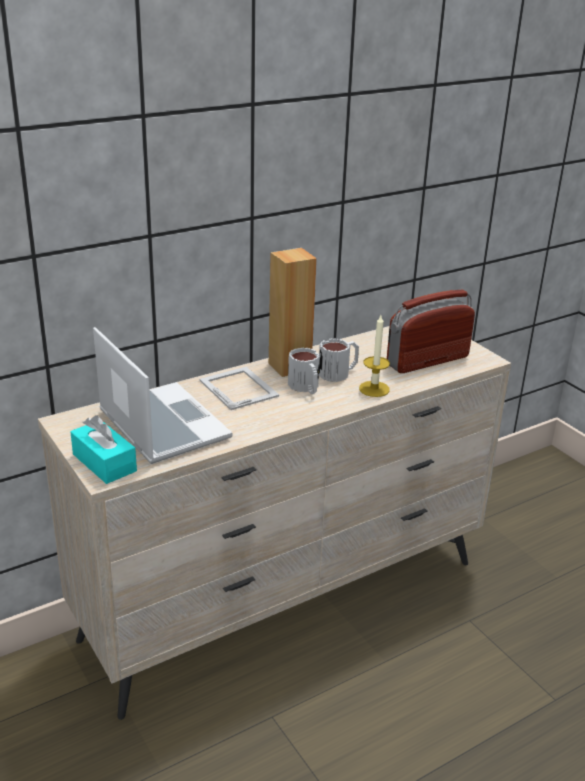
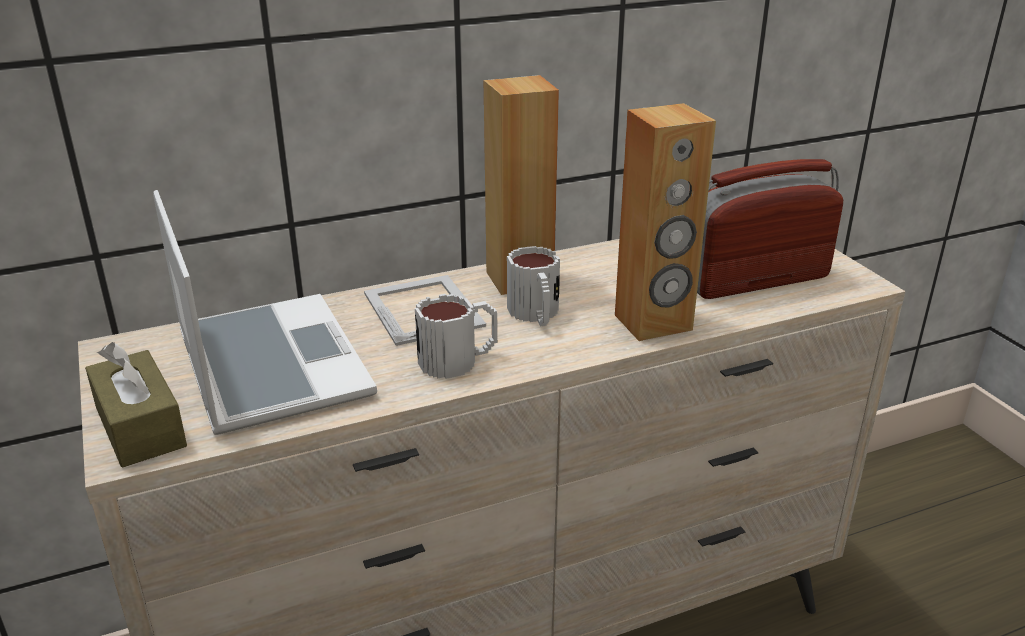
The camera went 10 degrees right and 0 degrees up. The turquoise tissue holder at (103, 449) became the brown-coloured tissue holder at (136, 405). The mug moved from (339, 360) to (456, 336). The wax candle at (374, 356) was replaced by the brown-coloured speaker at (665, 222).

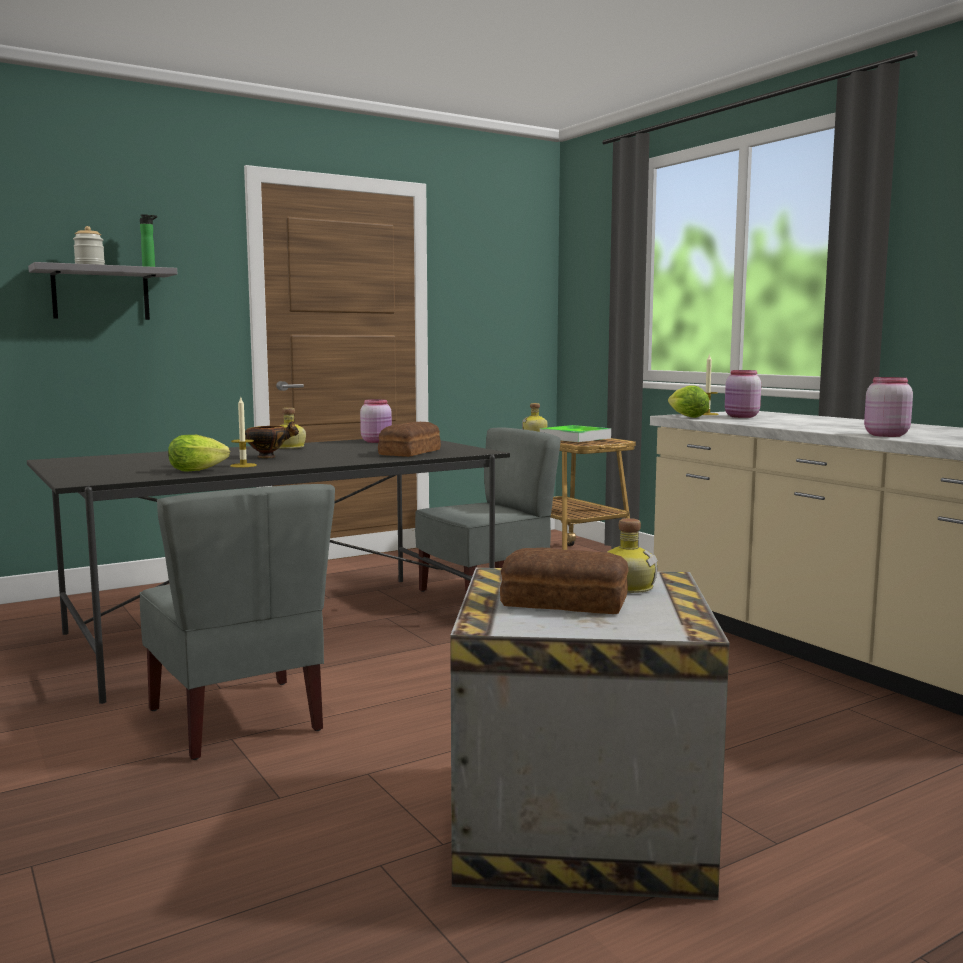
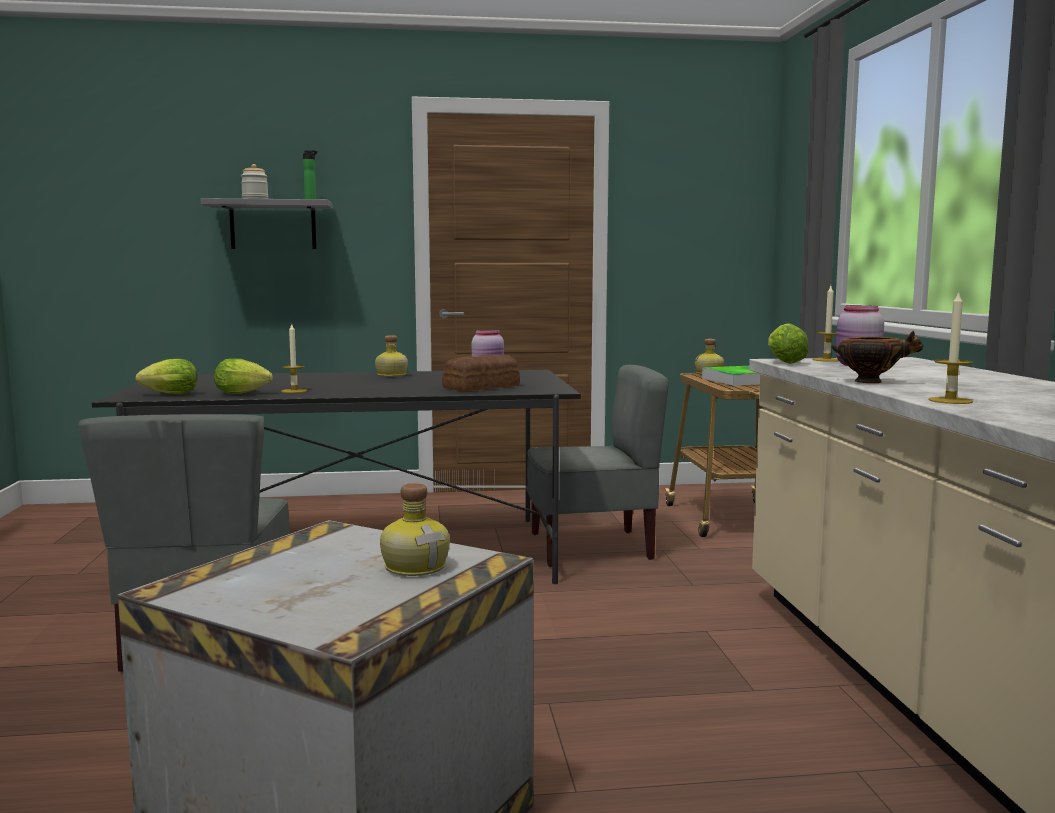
The camera went 25 degrees right and 0 degrees up. The lettuce at (166, 376) appeared. The deep dish moved from (272, 439) to (877, 357). The pink-coloured jar at (888, 407) was replaced by the wax candle at (950, 347). The baked bread at (564, 581) disappeared.

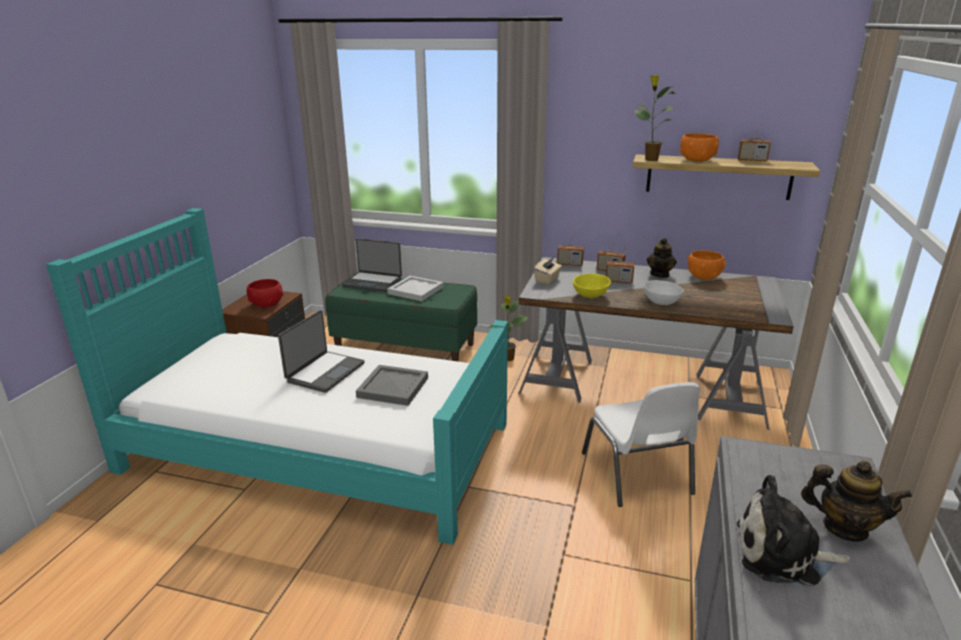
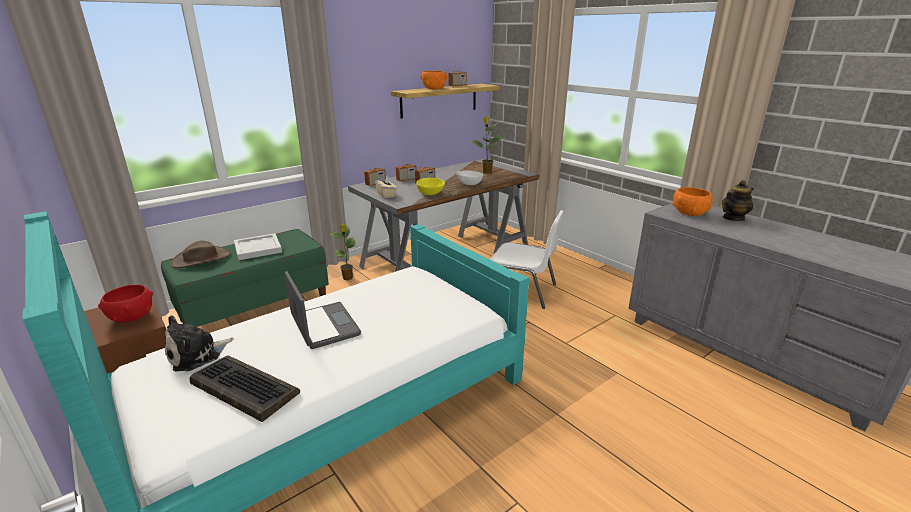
The camera went 55 degrees left and 0 degrees up. The plush toy moved from (793, 530) to (199, 343). The notebook computer at (372, 265) was replaced by the brown-coloured wearable hat at (200, 254). The keyboard at (244, 388) appeared. The potted plant moved from (655, 118) to (486, 145). The orangey deep dish moved from (707, 265) to (692, 201). The gray tray at (392, 385) disappeared. The pot for tea at (662, 258) disappeared.

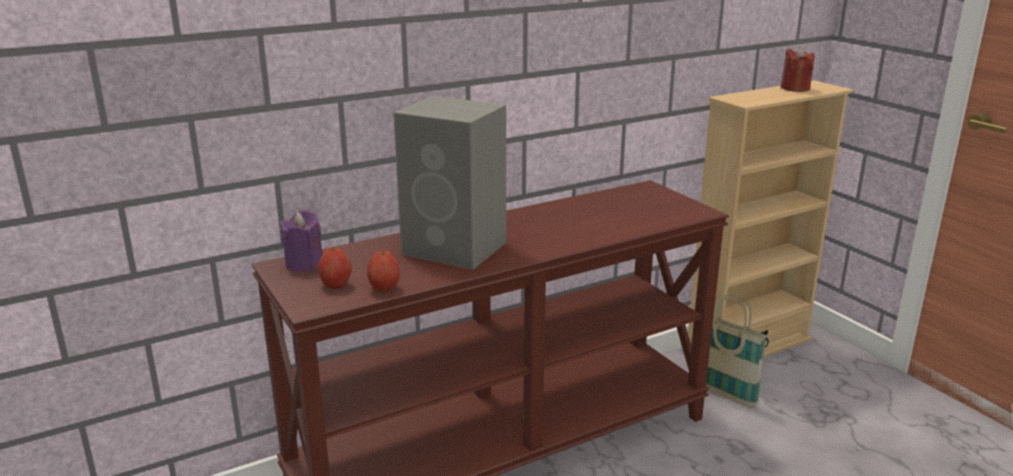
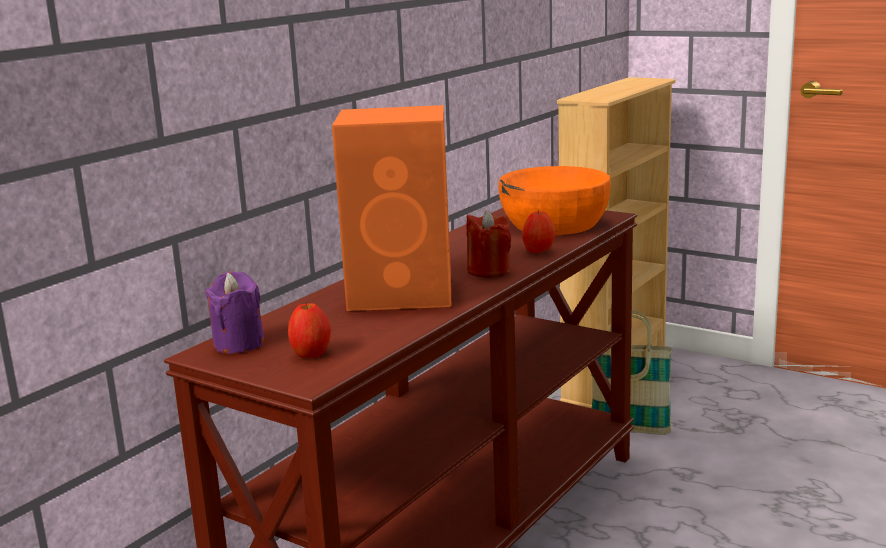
The camera went 25 degrees left and 5 degrees down. The gray speaker at (449, 183) became the orangey speaker at (391, 208). The reddish wax candle moved from (798, 69) to (488, 244). The orangey deep dish at (554, 200) appeared. The apple moved from (383, 270) to (538, 231).

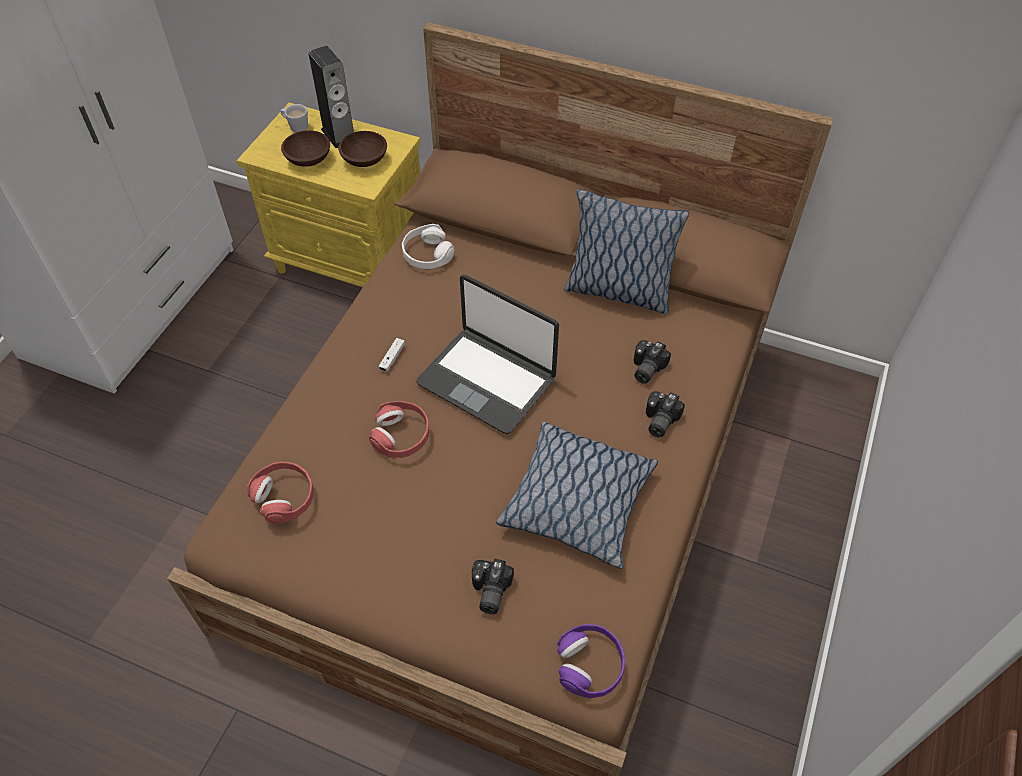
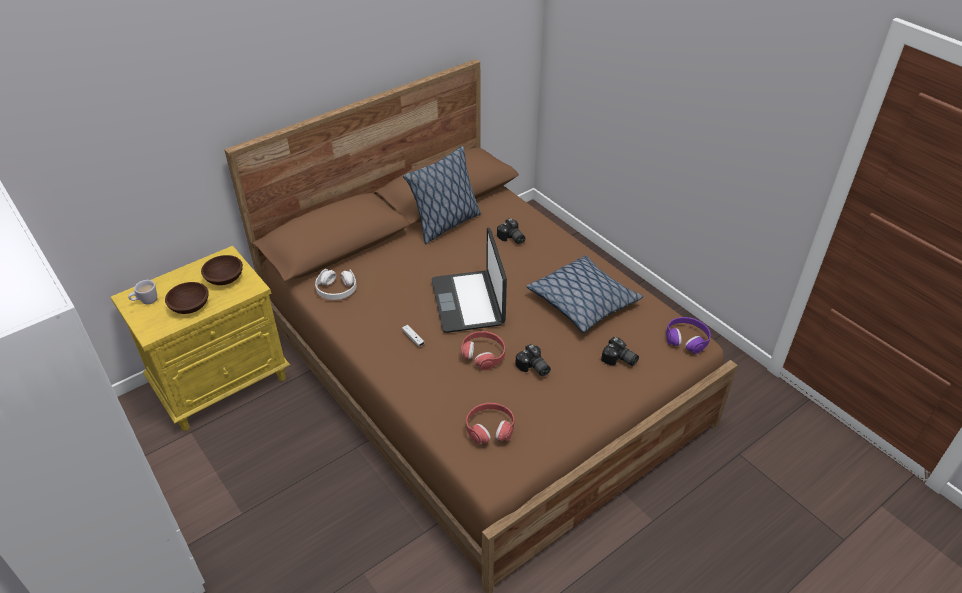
The camera went 60 degrees left and 10 degrees down. The notebook computer at (487, 354) turned 105 degrees clockwise. The photo camera moved from (665, 414) to (533, 360). The speaker at (331, 97) disappeared.

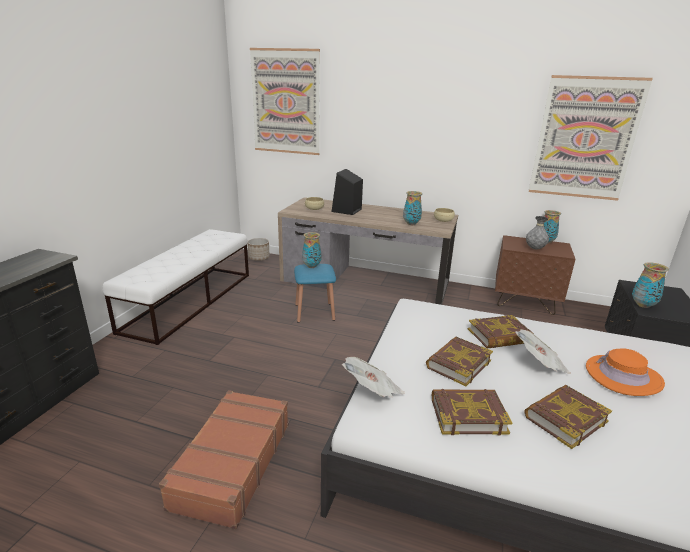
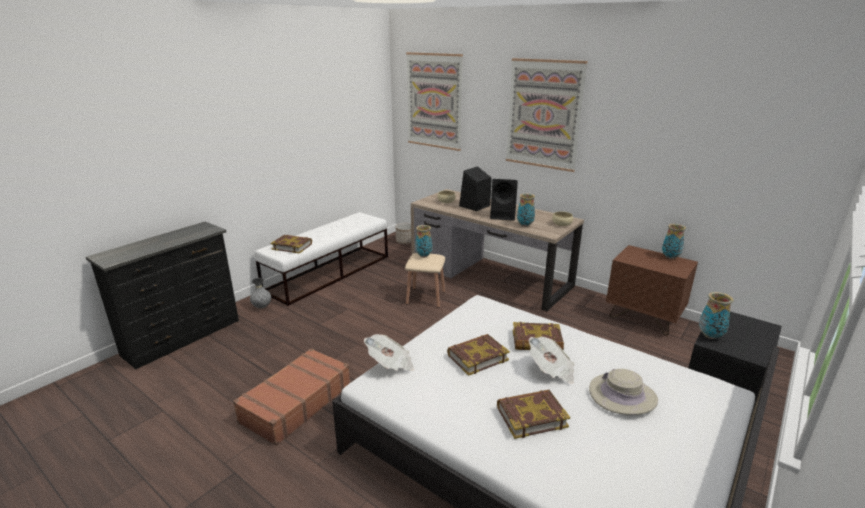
The camera went 20 degrees right and 0 degrees up. The gray flower vase moved from (537, 233) to (260, 293). The bound book moved from (472, 412) to (291, 244). The blue sitting stool at (315, 293) became the sand-coloured sitting stool at (425, 280). The blackish speaker at (504, 200) appeared. The wall art moved from (591, 138) to (547, 115). The orangey wearable hat at (625, 372) became the sand-coloured wearable hat at (623, 392).

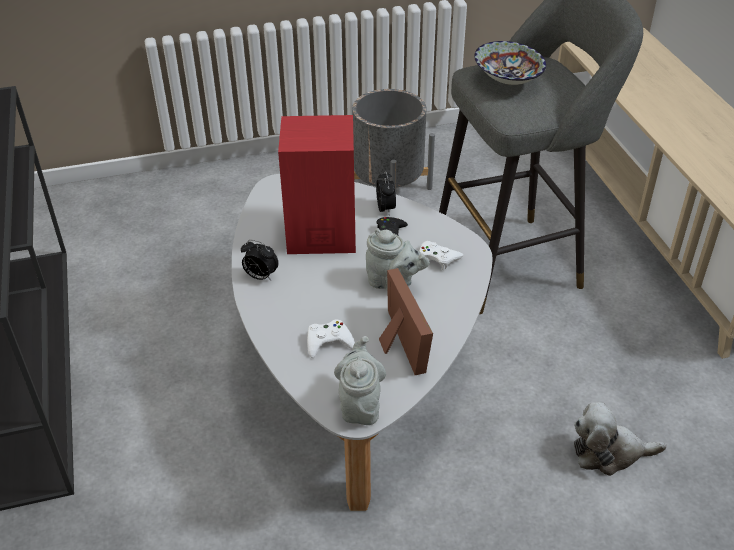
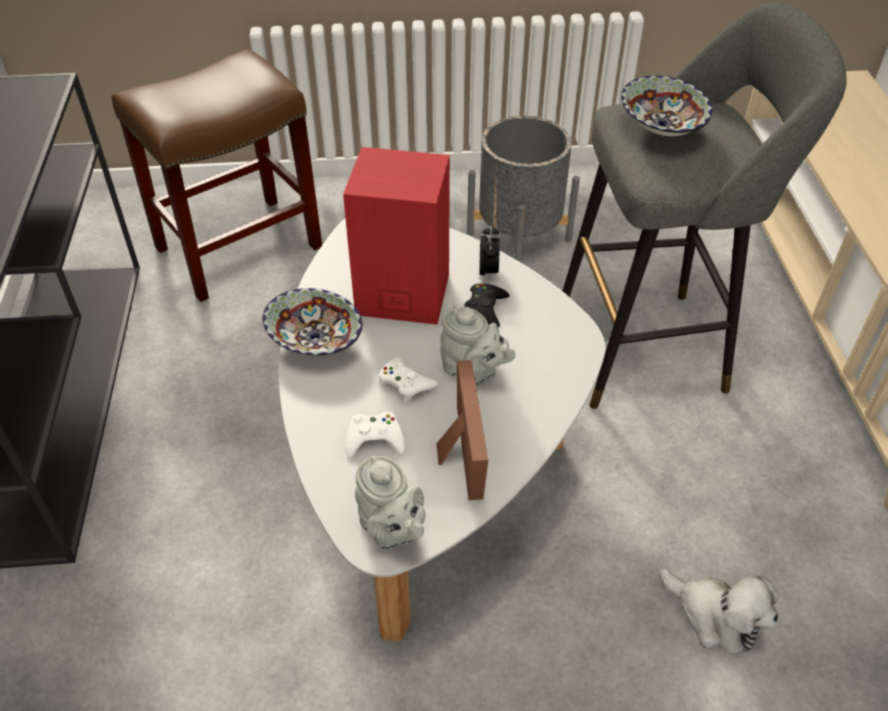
The camera went 10 degrees right and 5 degrees up. The brown-coloured sitting stool at (217, 175) appeared. The bedside clock at (260, 260) was replaced by the deep dish at (312, 321). The gray pot for tea at (360, 380) turned 135 degrees clockwise. The white-coloured gamepad moved from (441, 255) to (408, 379). The plush toy at (620, 439) turned 150 degrees counterclockwise.

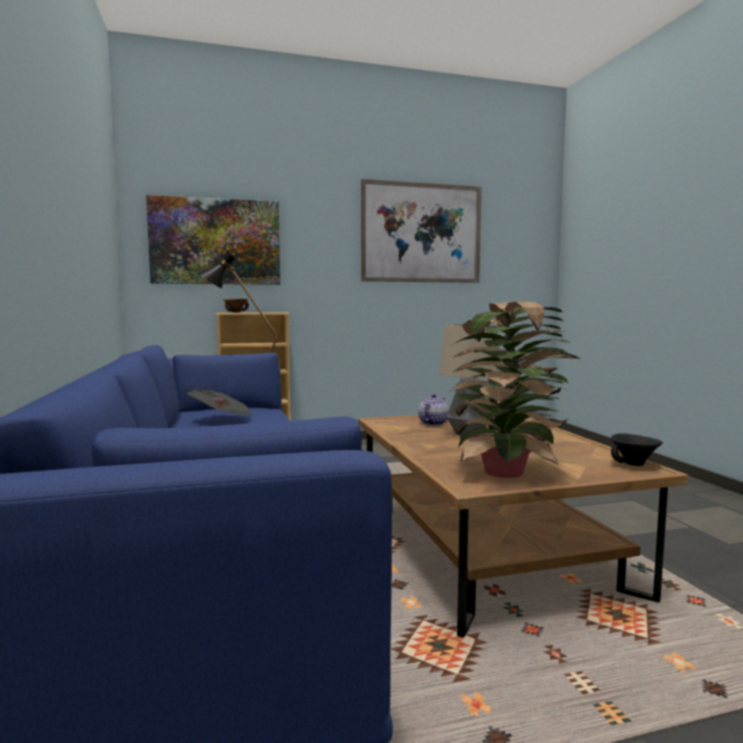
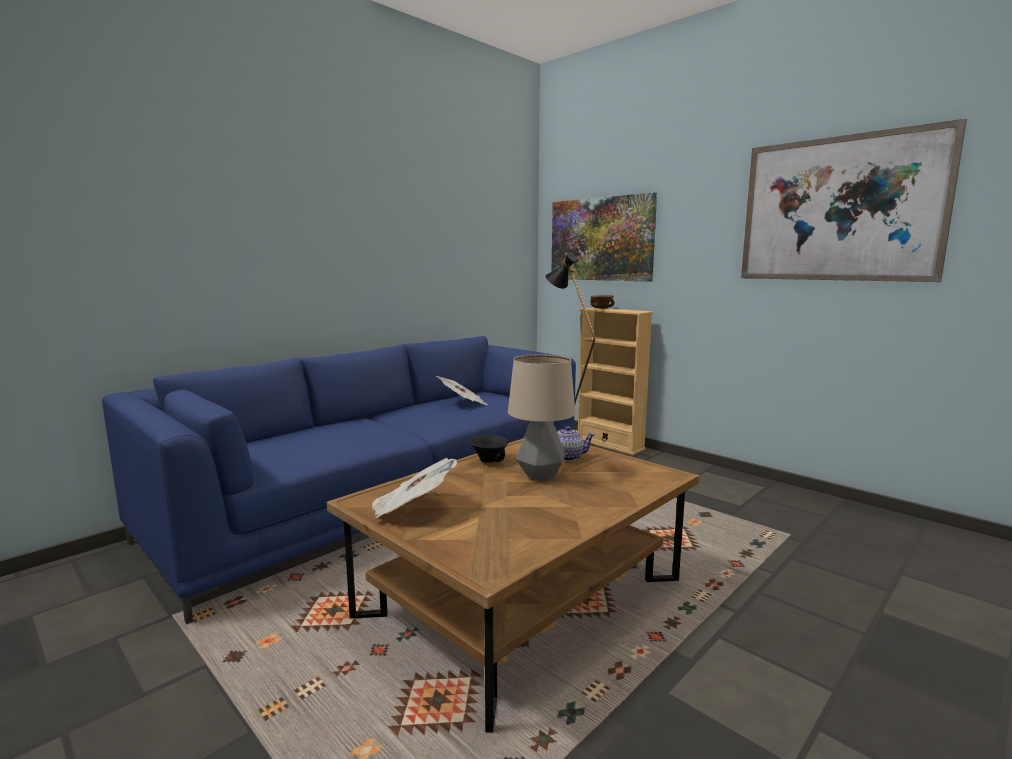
The camera went 60 degrees right and 5 degrees up. The potted plant at (514, 389) was replaced by the daily paper at (414, 488). The blackish deep dish moved from (637, 449) to (488, 449).

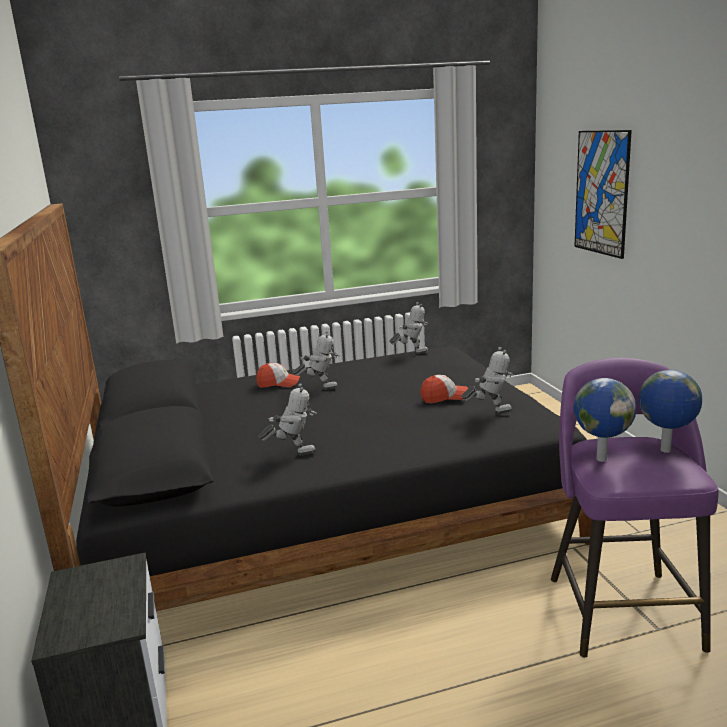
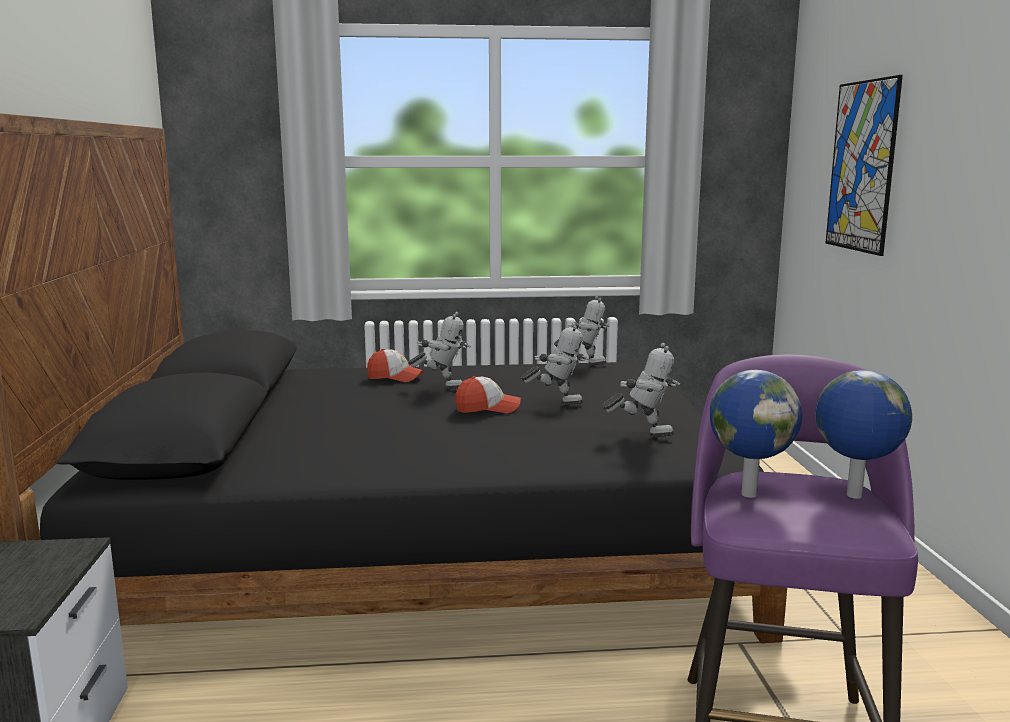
The camera went 10 degrees right and 5 degrees down. The baseball cap moved from (444, 389) to (488, 394). The toy robot moved from (288, 419) to (555, 364).

